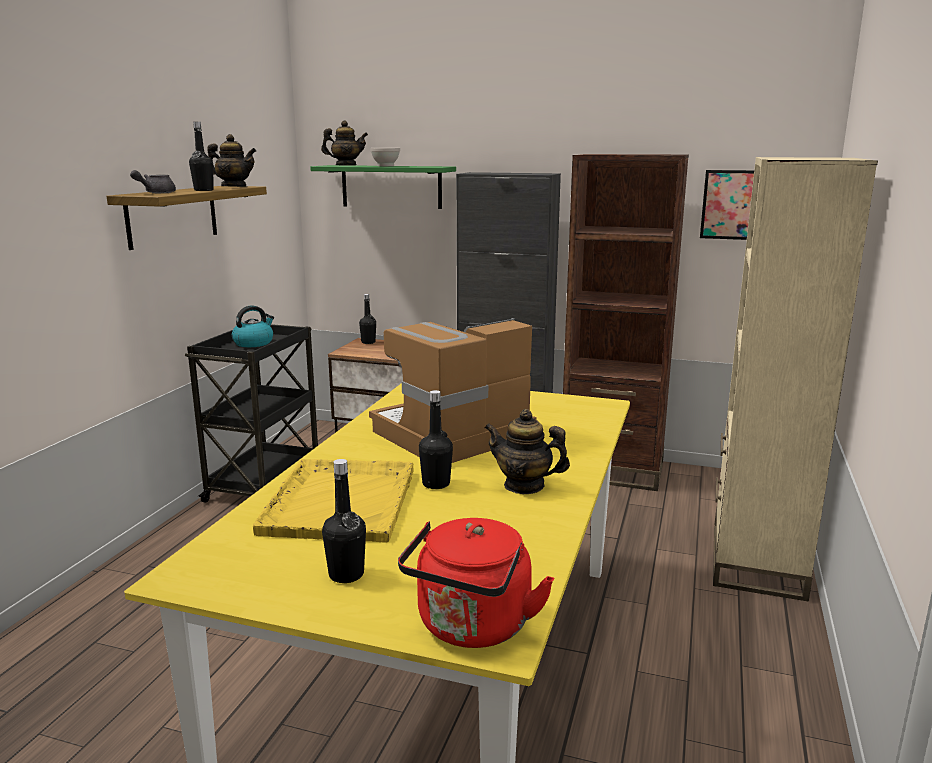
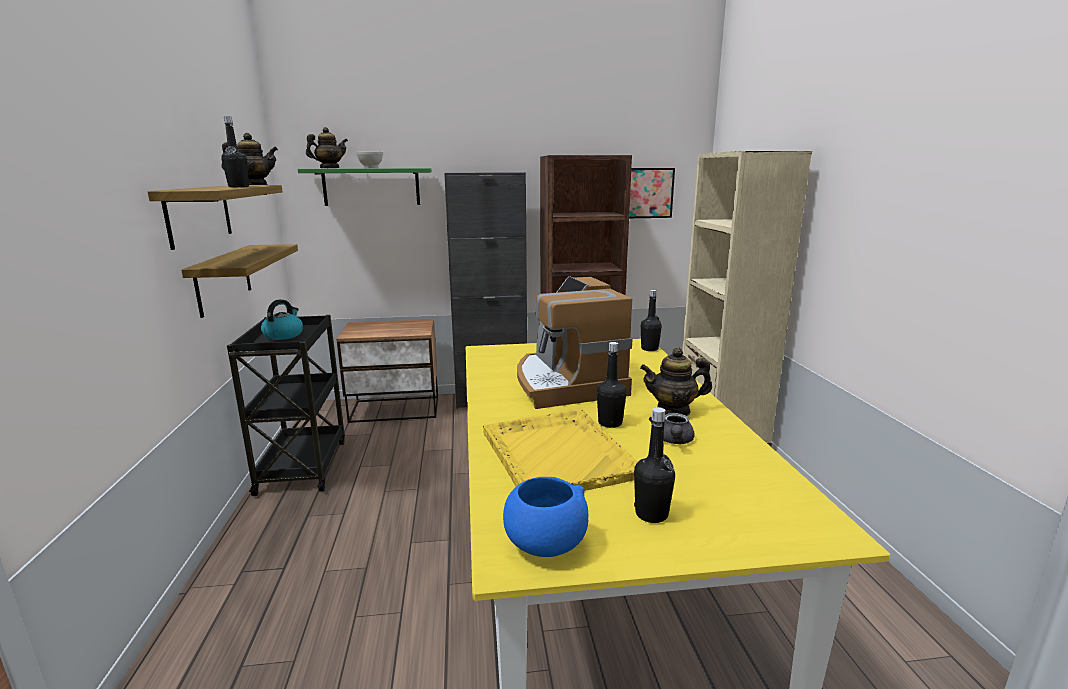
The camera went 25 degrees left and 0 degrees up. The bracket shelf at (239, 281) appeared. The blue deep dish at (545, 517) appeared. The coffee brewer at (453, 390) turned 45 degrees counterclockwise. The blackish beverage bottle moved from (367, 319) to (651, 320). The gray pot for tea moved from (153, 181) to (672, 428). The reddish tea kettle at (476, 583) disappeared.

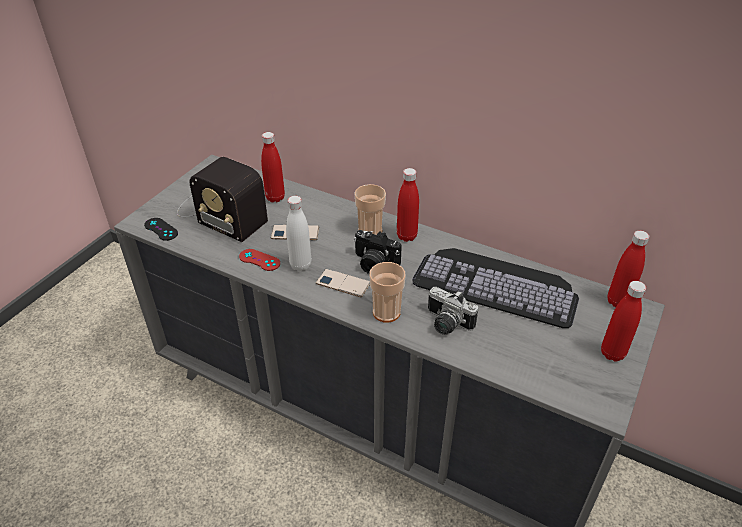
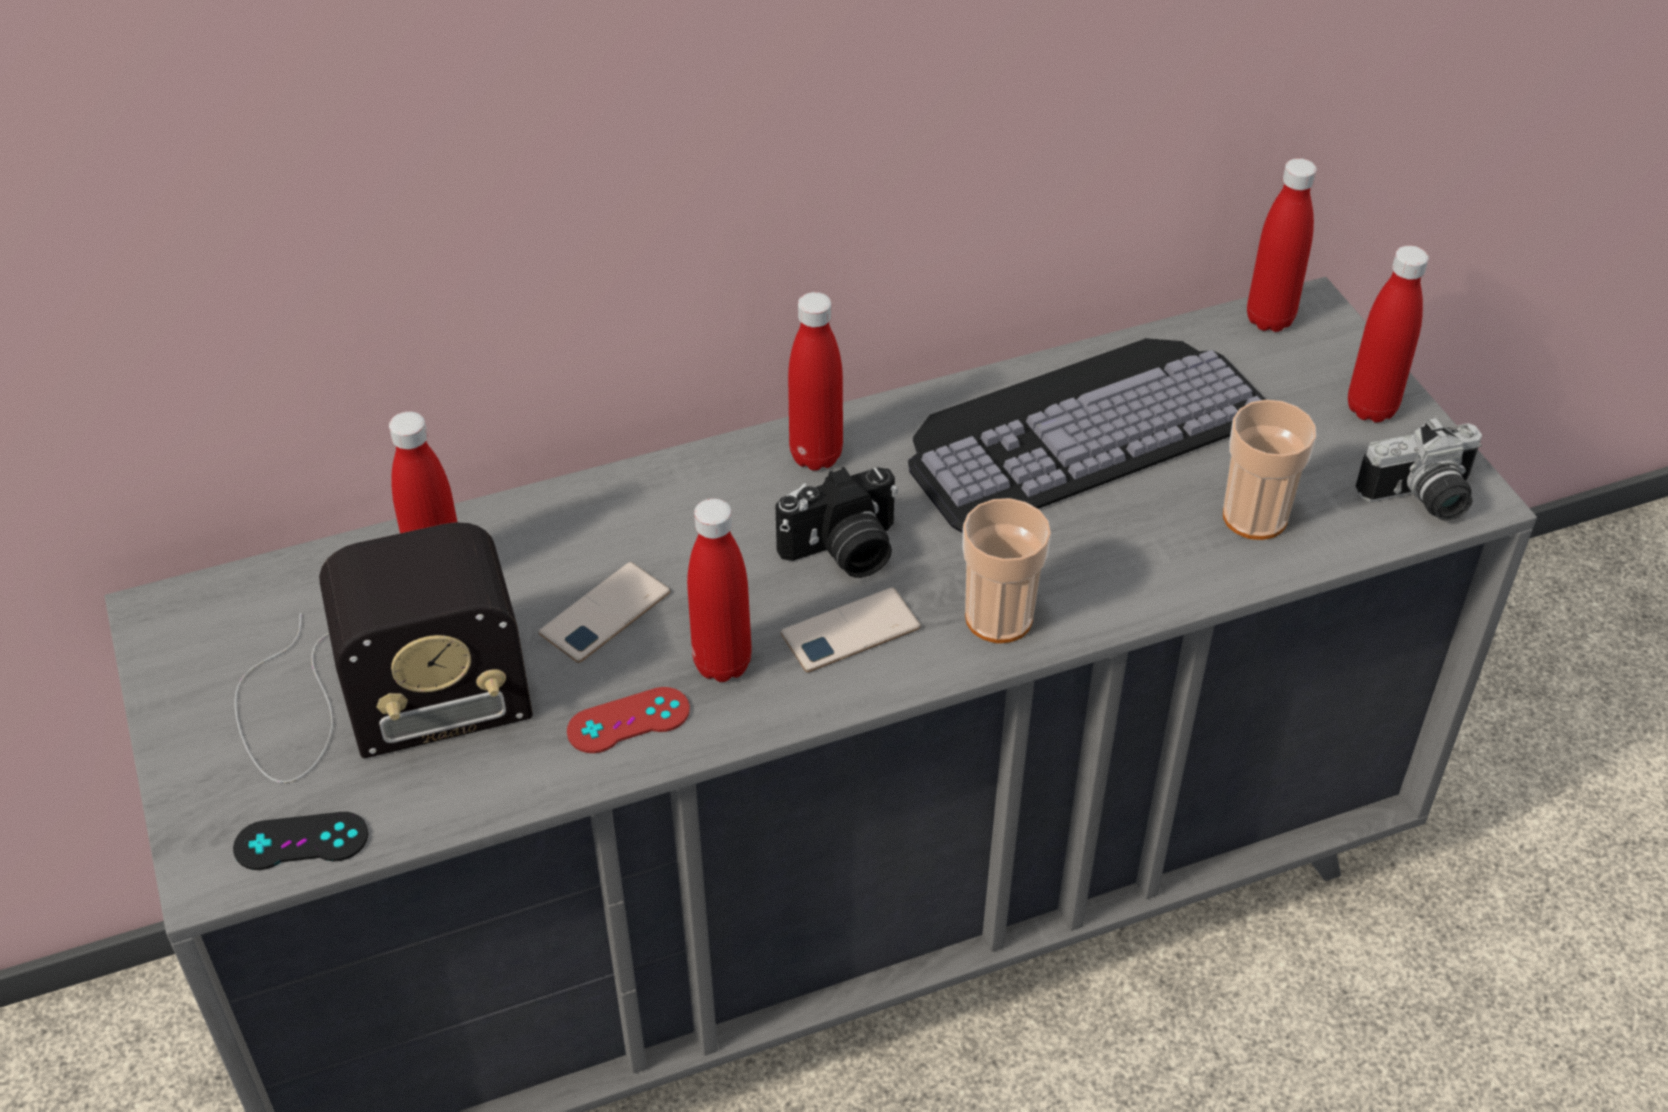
The camera went 50 degrees left and 5 degrees up. The white-coloured beverage bottle at (298, 233) became the reddish beverage bottle at (719, 590). The drinking cup moved from (370, 209) to (1269, 470). The photo camera moved from (453, 311) to (1418, 468).

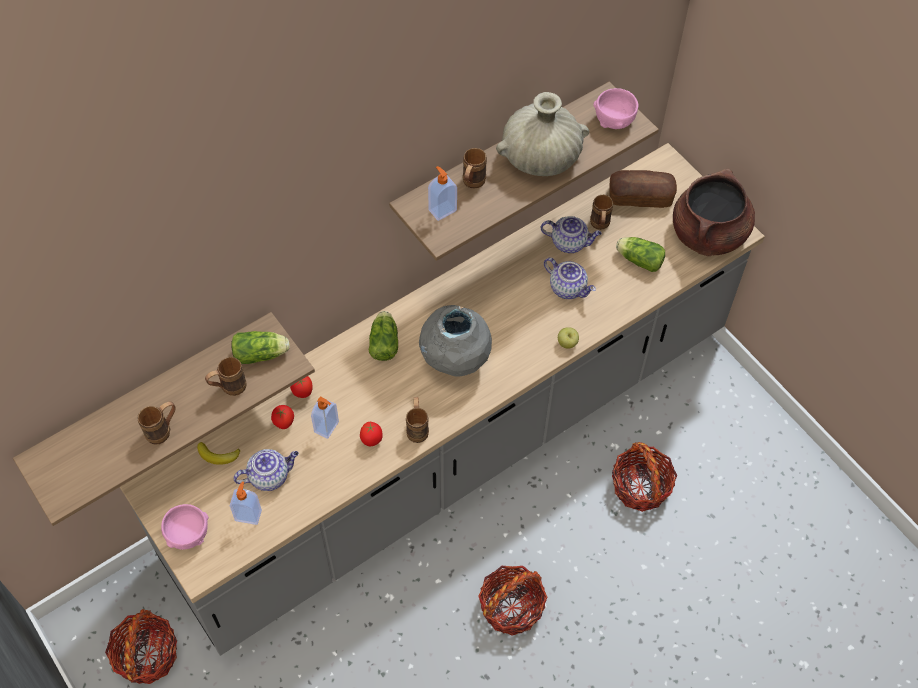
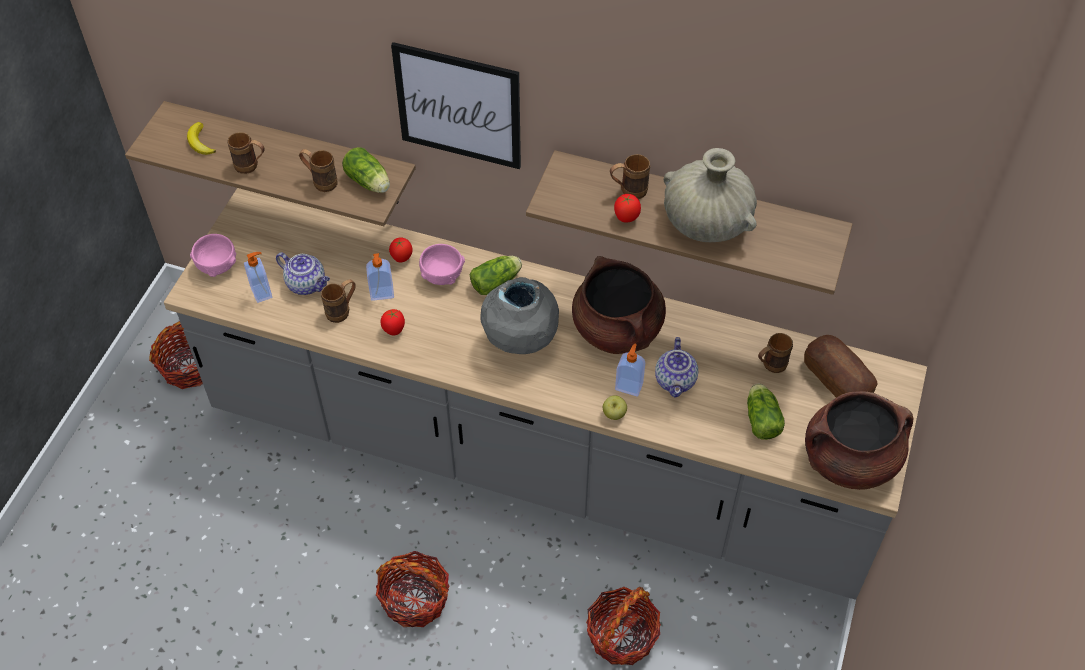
The camera went 55 degrees right and 5 degrees down. The banana moved from (218, 453) to (201, 138). The brown-coloured mug moved from (417, 420) to (338, 301). The wall art at (456, 105) appeared. The pink-coloured deep dish moved from (615, 108) to (442, 264). The brown-coloured stockpot at (619, 305) appeared. The tomato moved from (282, 417) to (627, 208). The soap dispenser moved from (442, 193) to (630, 369). The pot for tea at (571, 234) disappeared.

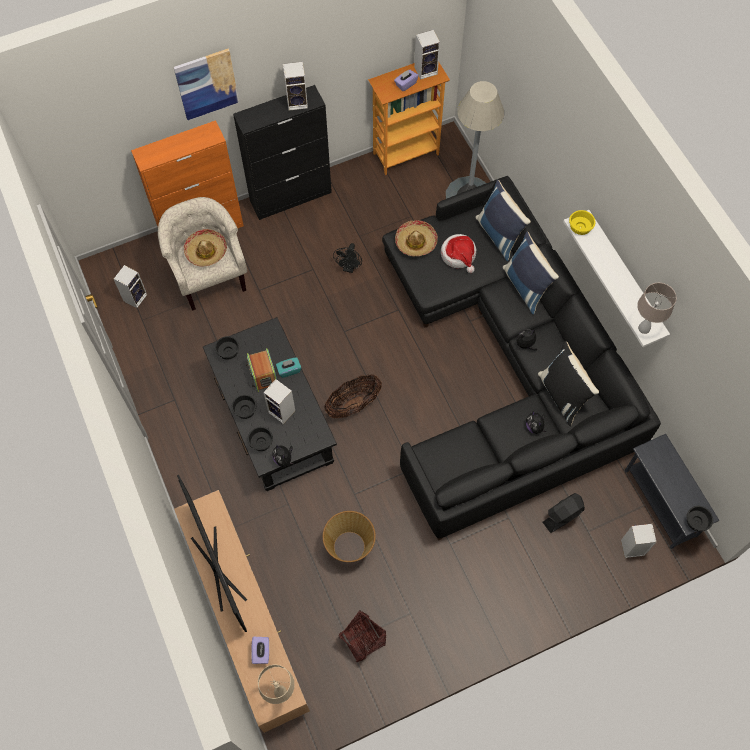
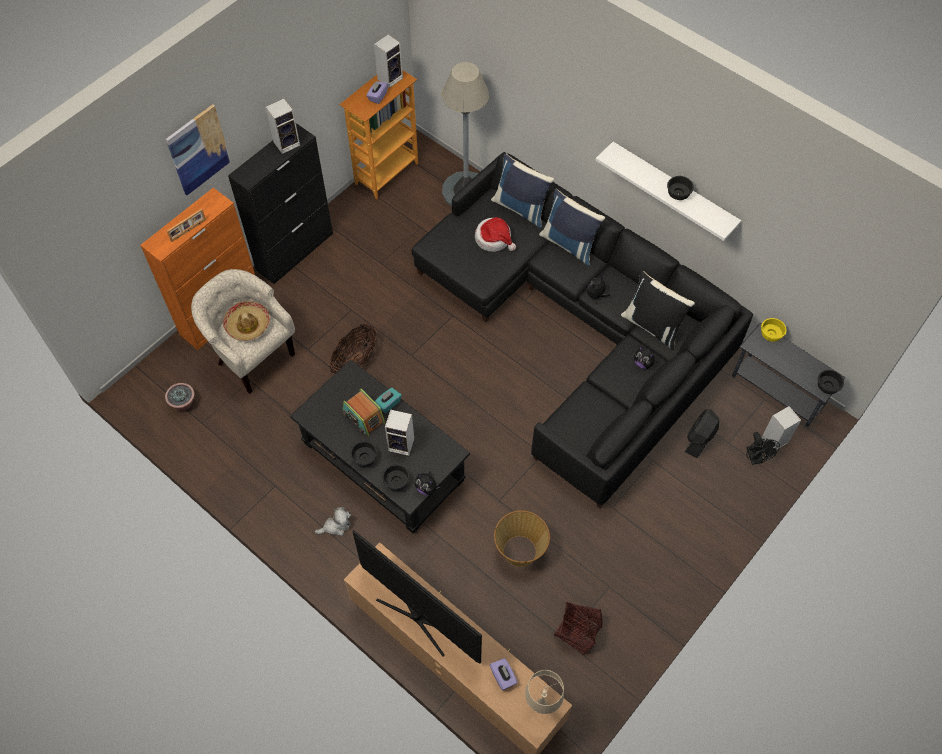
The camera went 25 degrees left and 5 degrees down. The speaker at (130, 286) was replaced by the potted plant at (180, 397). The photo frame at (186, 225) appeared. The plush toy at (333, 521) appeared. The basket moved from (353, 396) to (353, 349). The blackish deep dish moved from (227, 348) to (680, 188). The blackish fan moved from (347, 258) to (763, 448). The yellow-coloured deep dish moved from (582, 222) to (774, 330). The wearable hat at (416, 238) disappeared. The sand-coloured table lamp at (657, 308) disappeared.

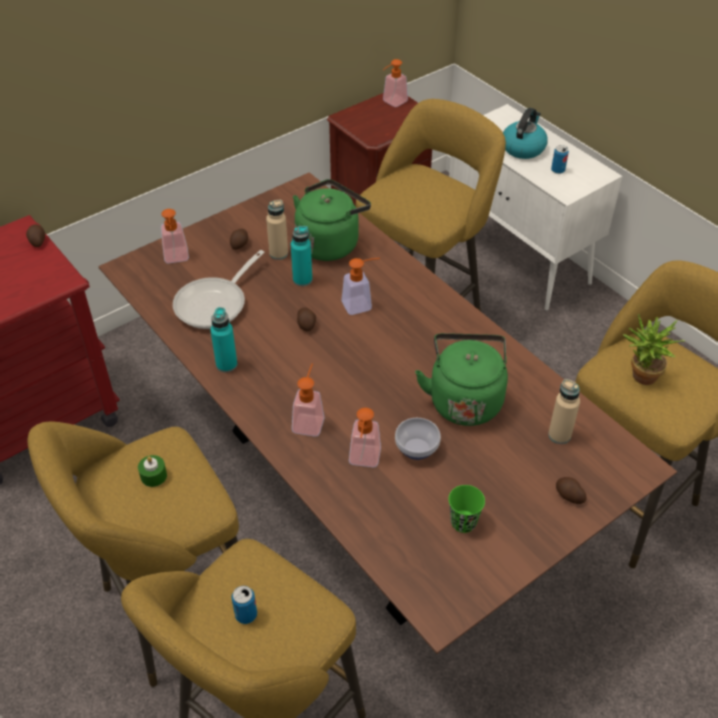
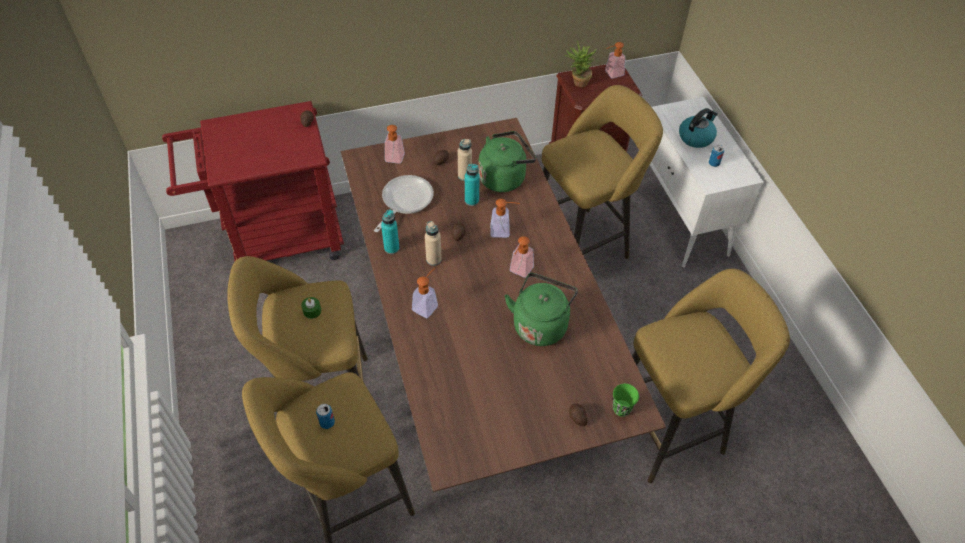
The camera went 20 degrees right and 5 degrees up. The frying pan at (219, 289) turned 150 degrees clockwise. The sand-coloured beverage bottle moved from (564, 411) to (433, 243). The soap dispenser moved from (365, 437) to (522, 257). The potted plant moved from (653, 349) to (580, 64). The greenish drinking cup moved from (466, 509) to (626, 400). The deep dish at (418, 439) disappeared.

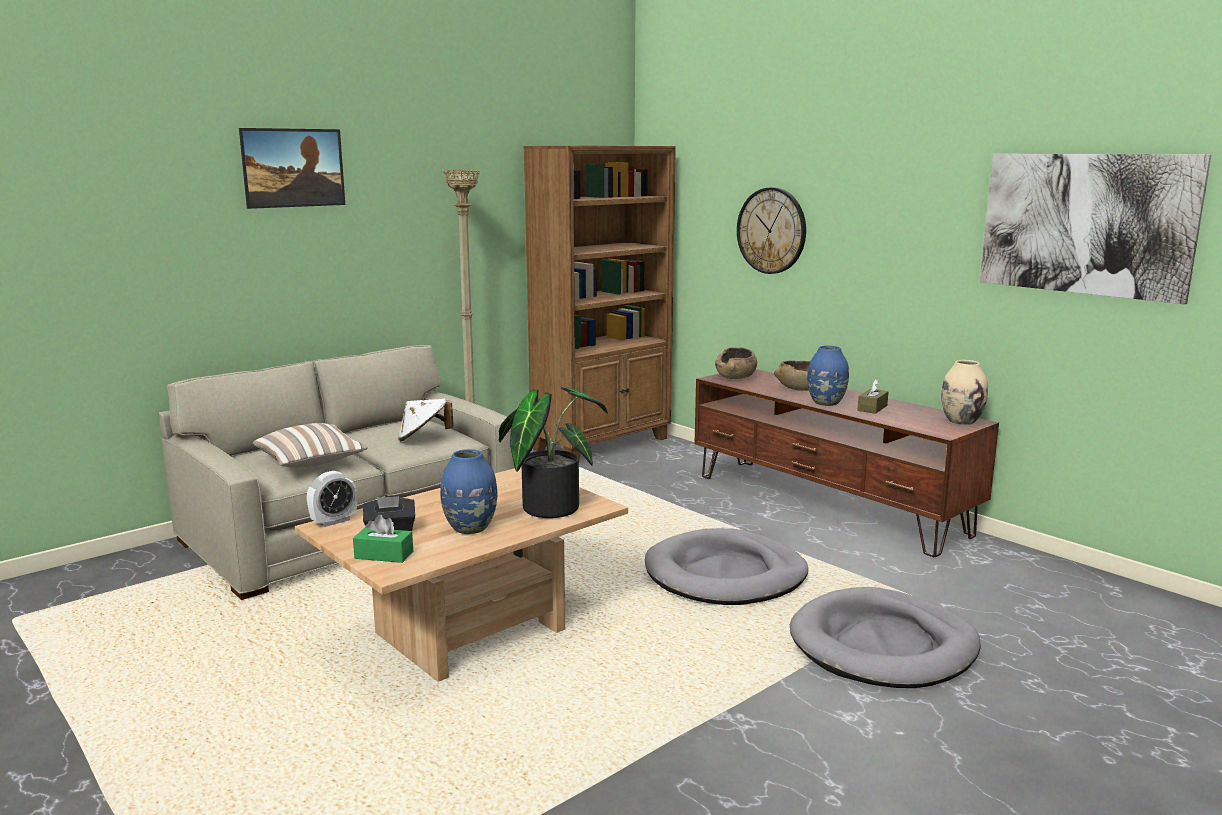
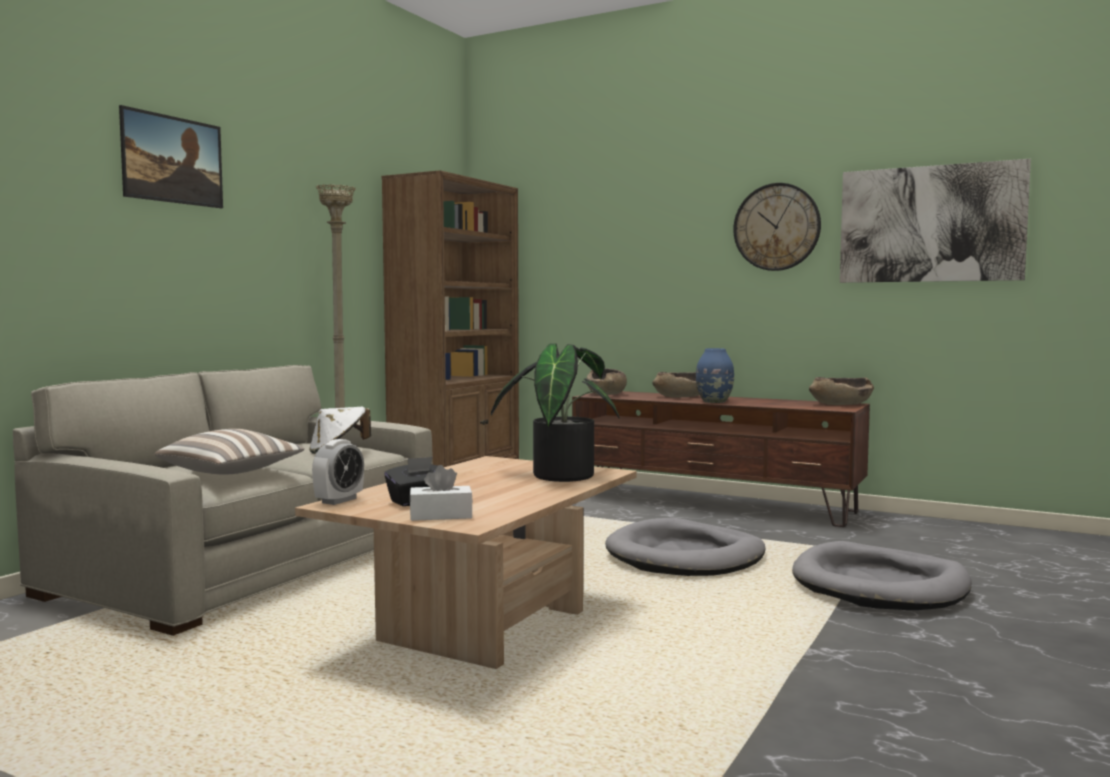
The camera went 20 degrees left and 10 degrees down. The greenish tissue holder at (383, 539) became the white-coloured tissue holder at (441, 493). The wall clock moved from (771, 230) to (777, 227). The sand-coloured flower vase at (964, 392) was replaced by the brown-coloured deep dish at (841, 391). The blue flower vase at (468, 491) disappeared. The brown-coloured tissue holder at (873, 396) disappeared.

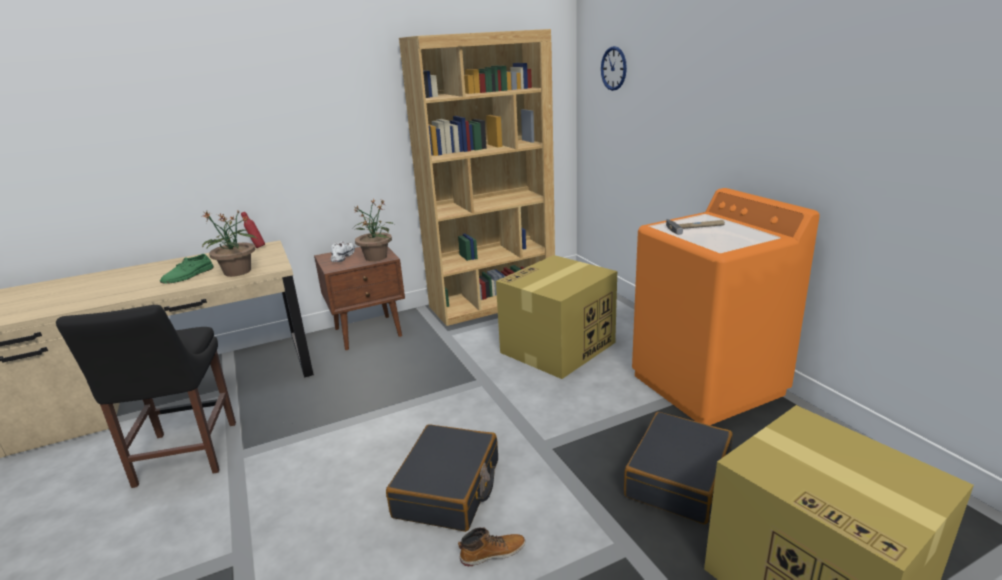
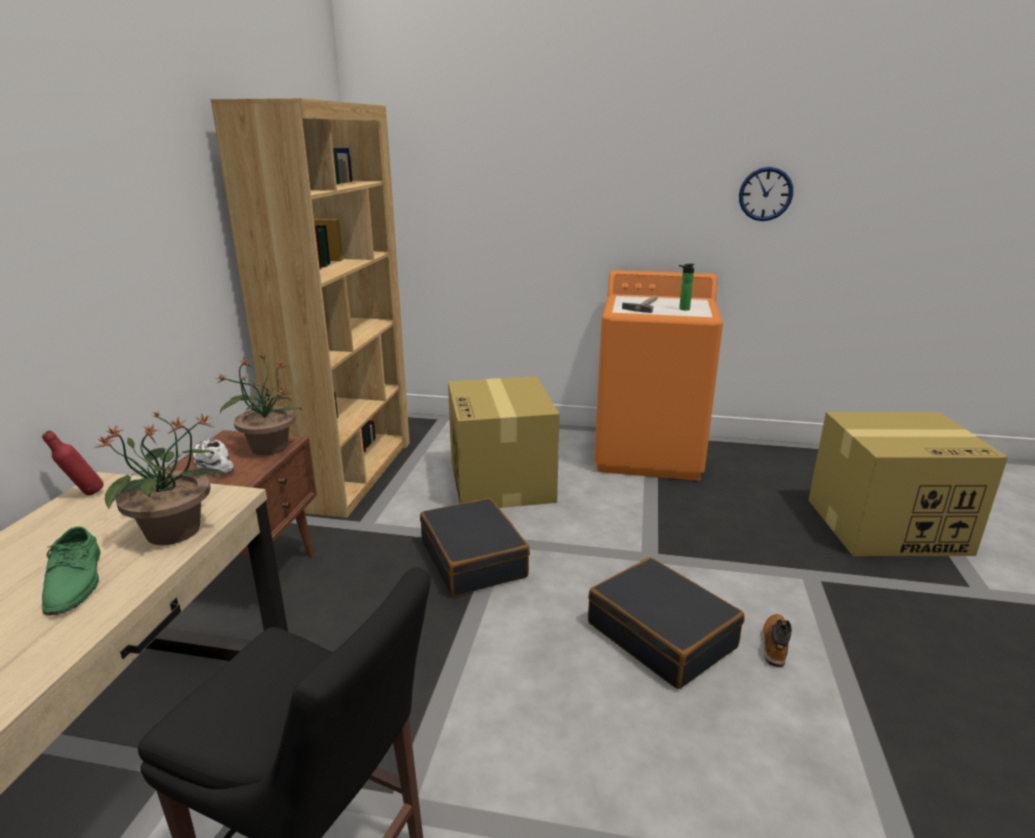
The camera went 55 degrees left and 0 degrees up. The blackish suitcase moved from (678, 468) to (475, 547). The beverage bottle at (686, 287) appeared. The wall clock moved from (614, 68) to (766, 194).

